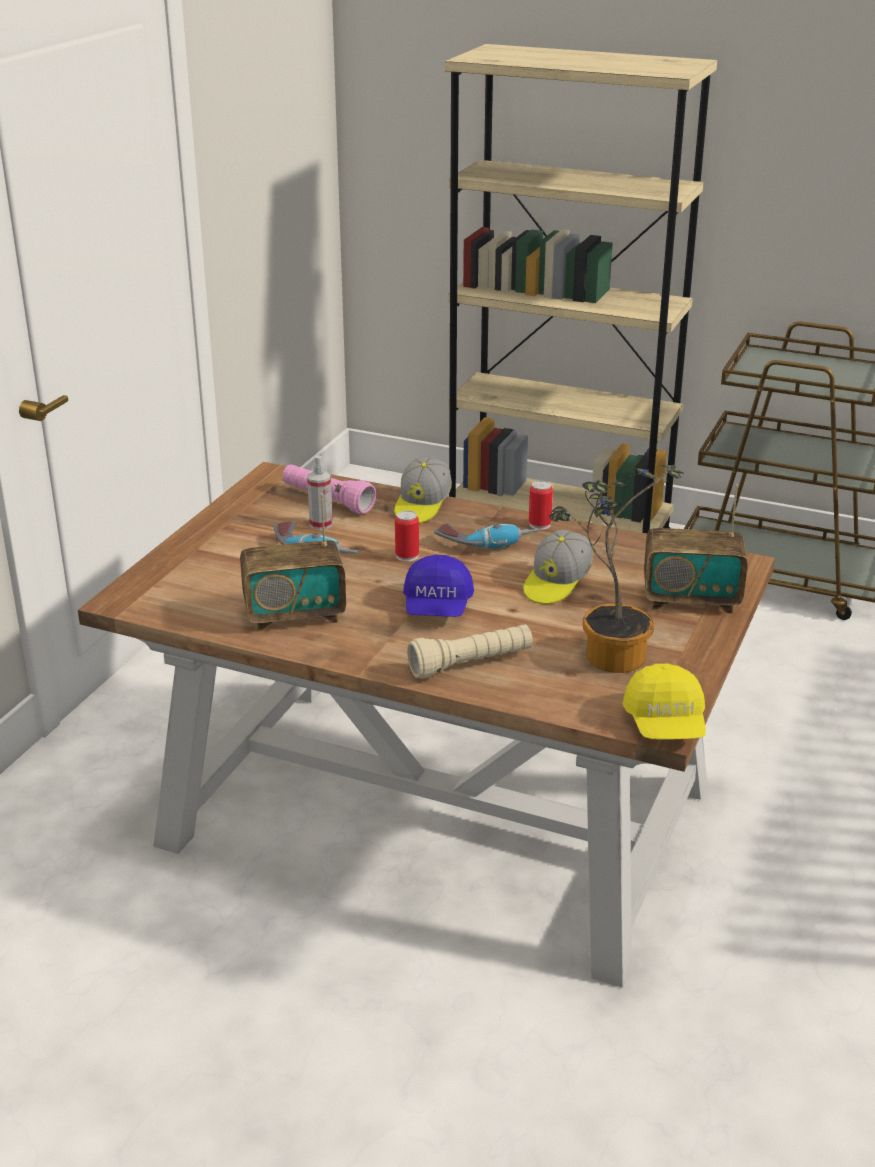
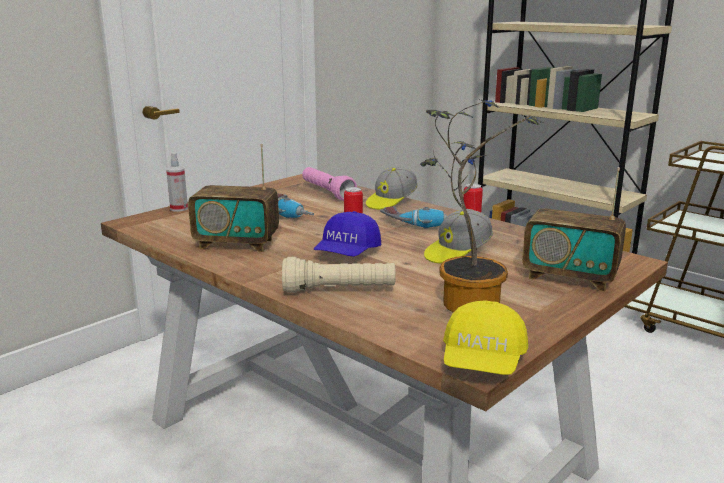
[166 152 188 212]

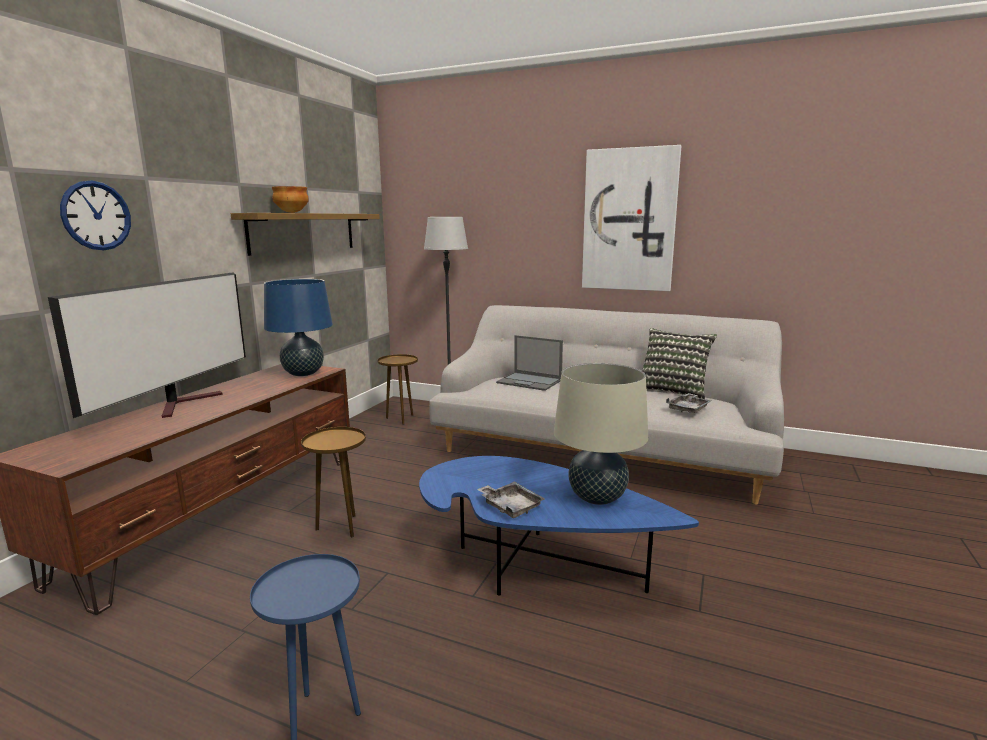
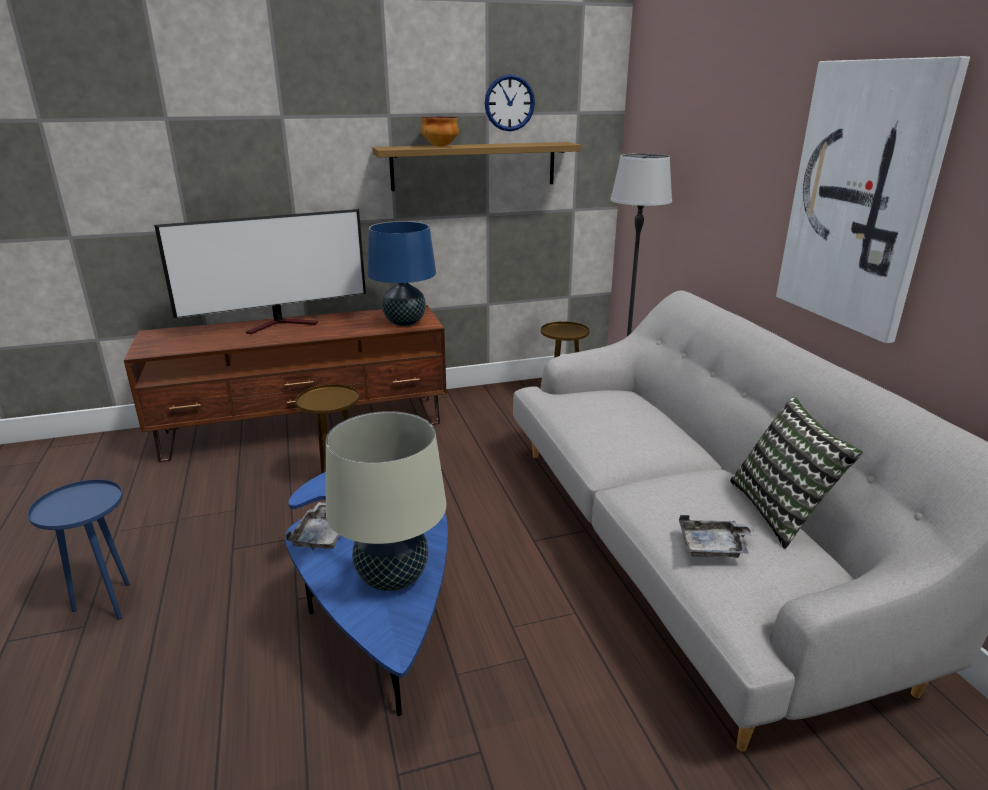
[496 335 563 391] (first image)
[485 74 535 131]

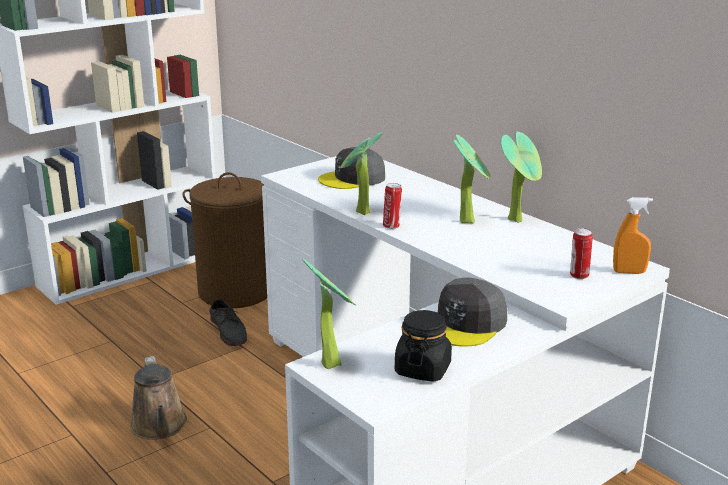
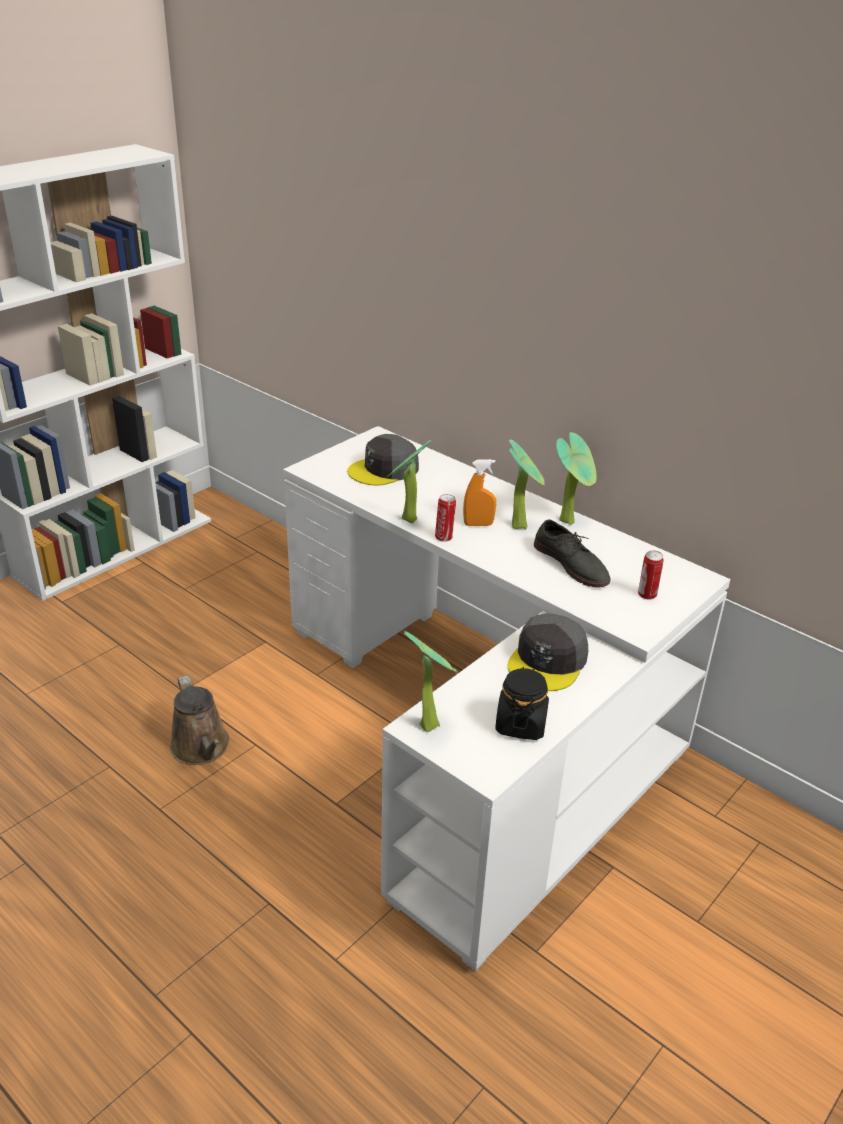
[183 172 267 308] (first image)
[534 519 611 588]
[463 459 496 526]

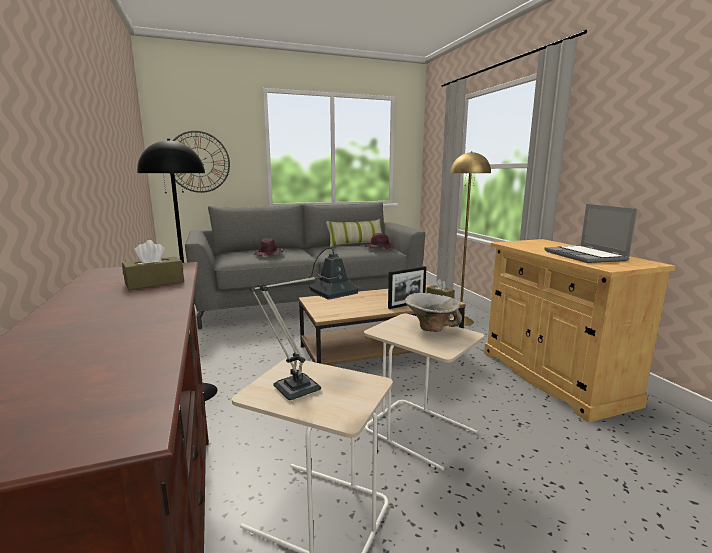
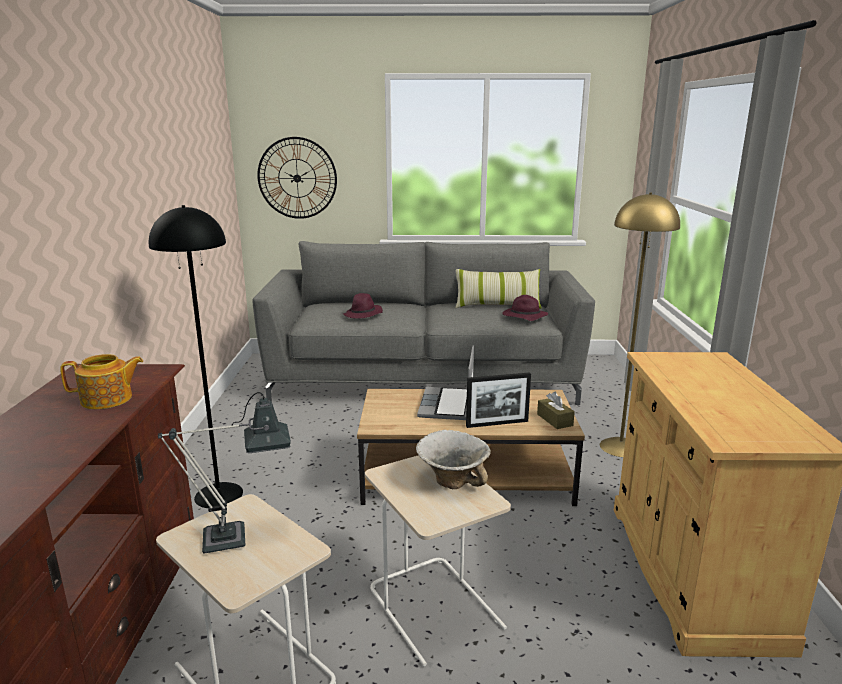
[417 345 474 420]
[60 354 143 409]

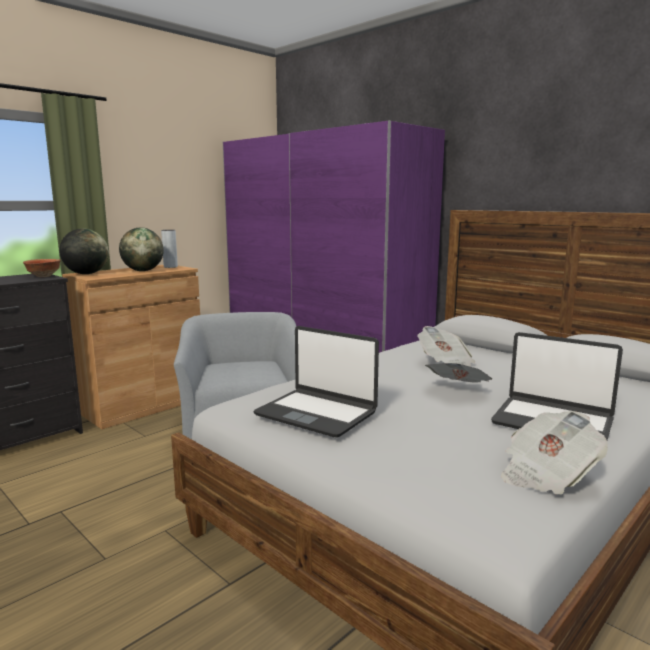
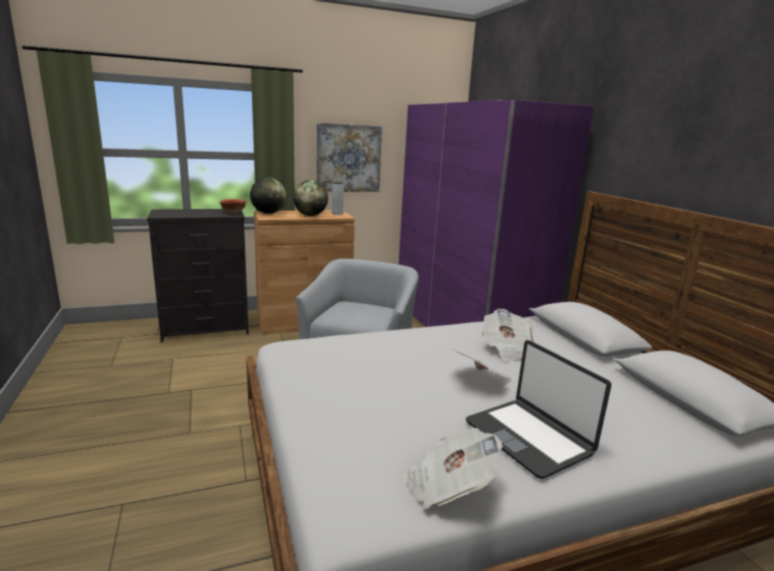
[253 326 379 437] (first image)
[317 123 382 192]

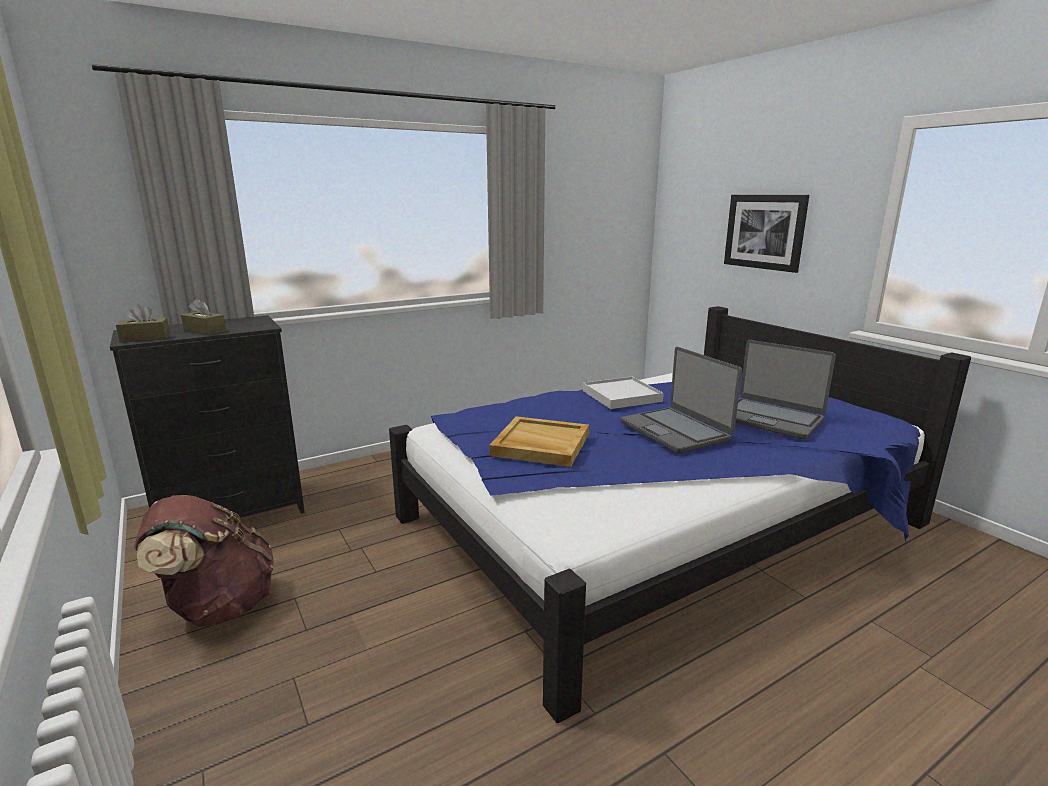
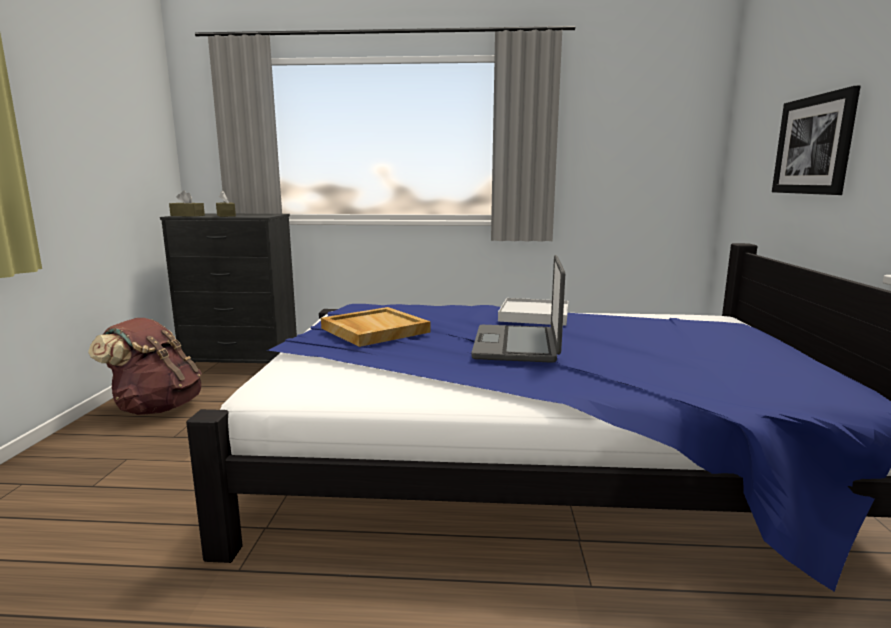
[736 340 836 439] (first image)

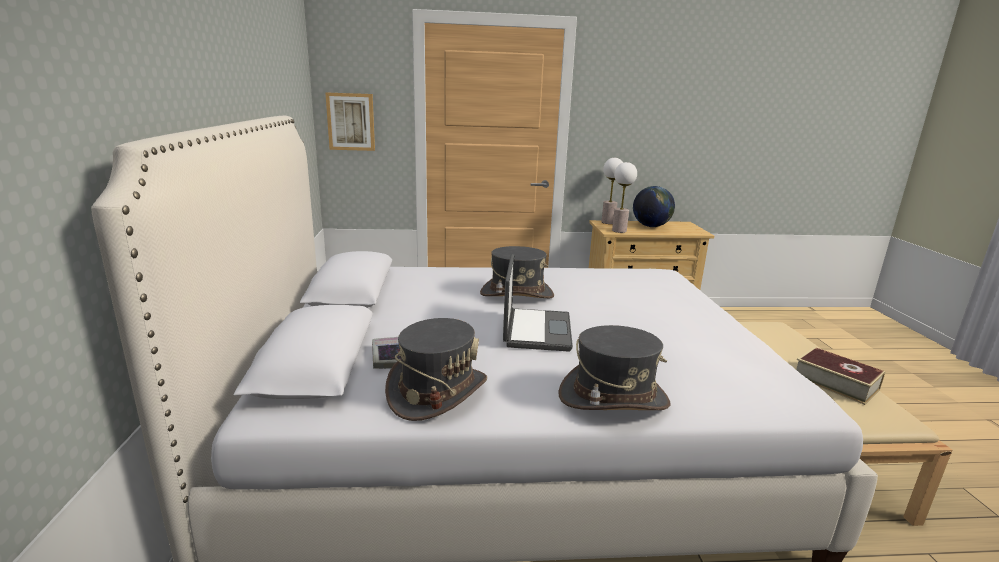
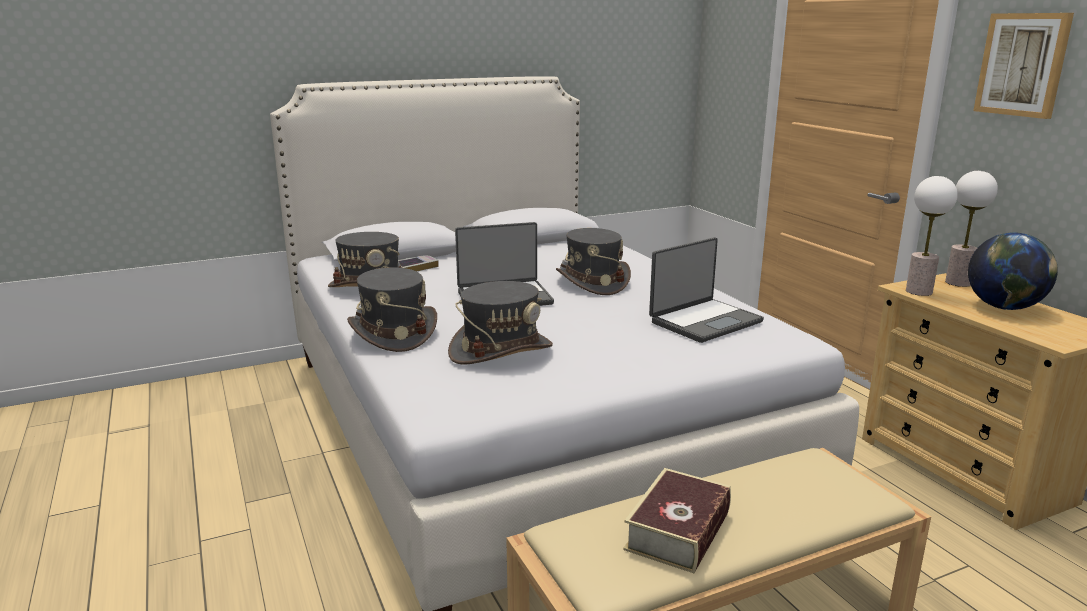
[448 281 553 365]
[649 237 764 343]
[973 13 1074 119]

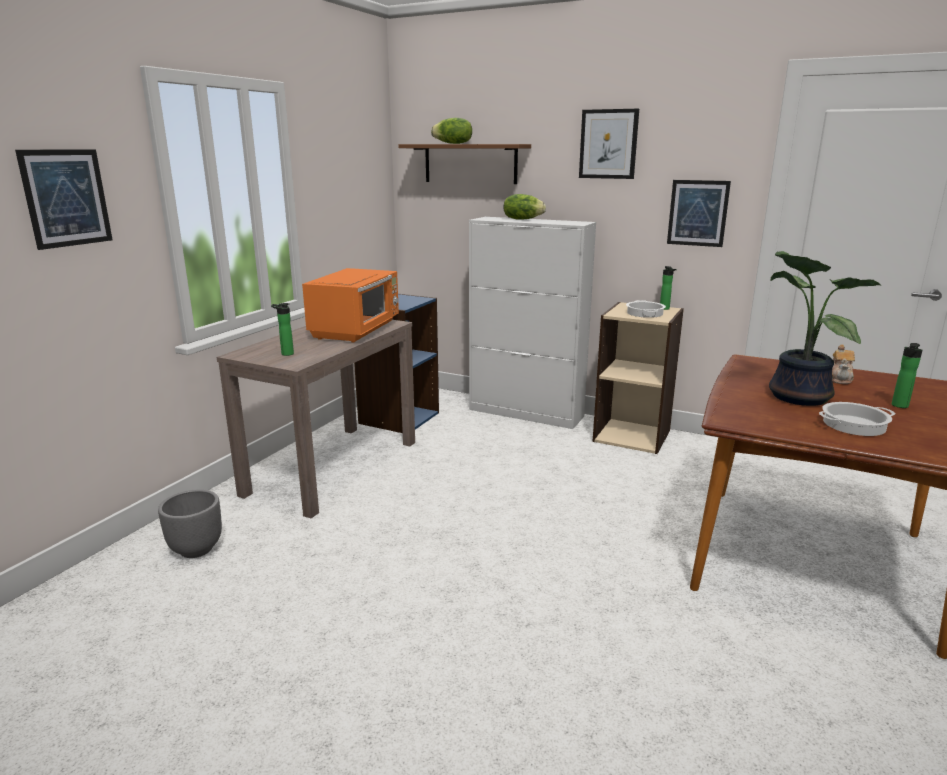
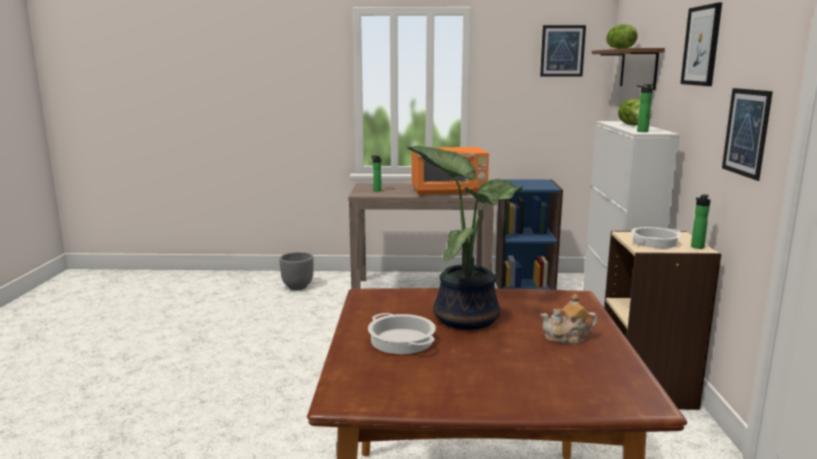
[540 25 586 76]
[637 84 654 132]

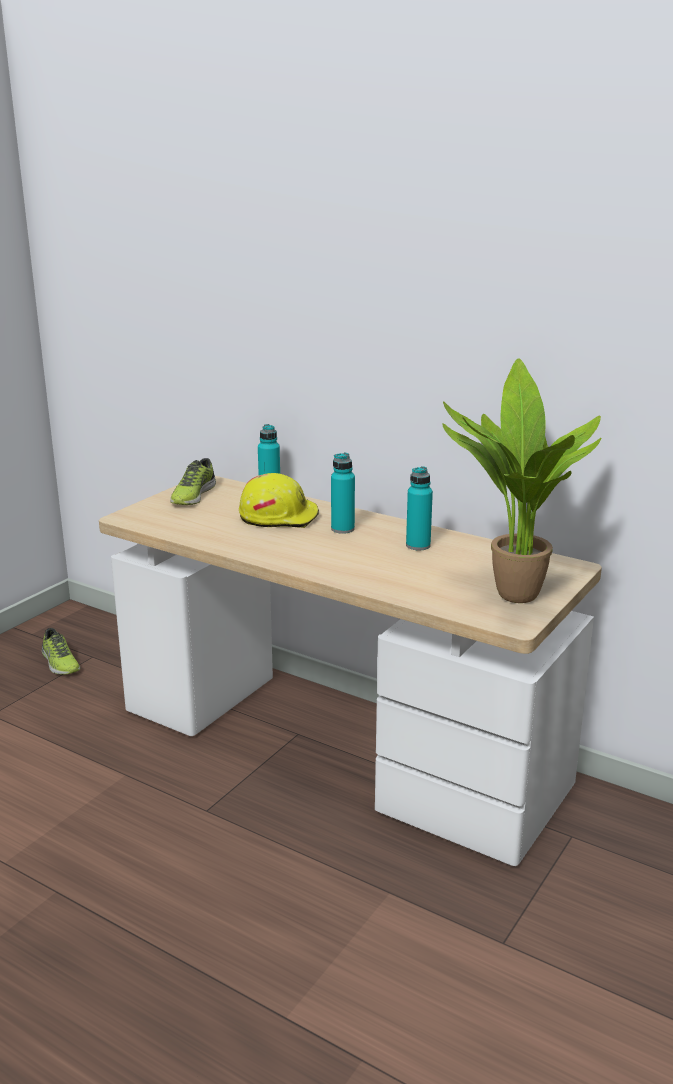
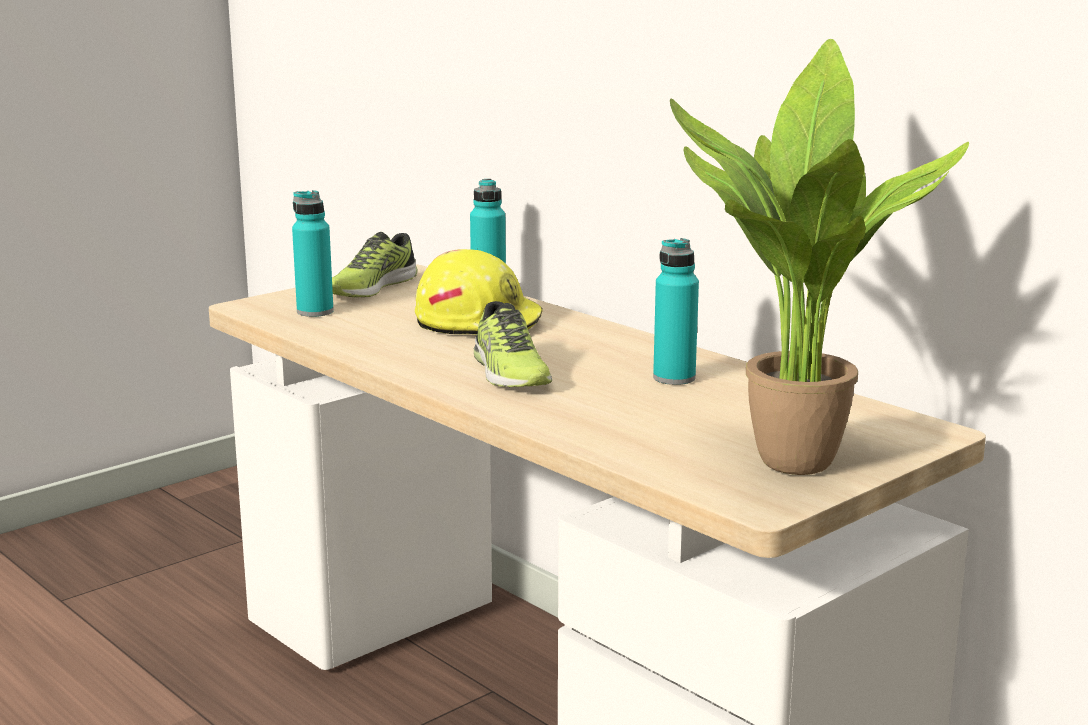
[474 301 552 387]
[292 190 334 317]

